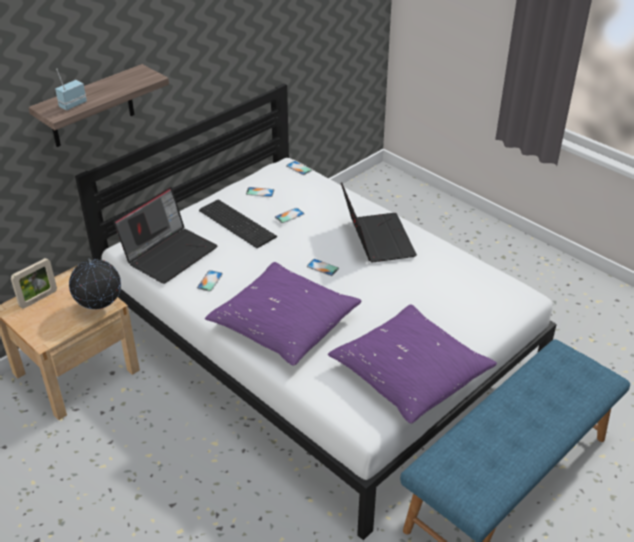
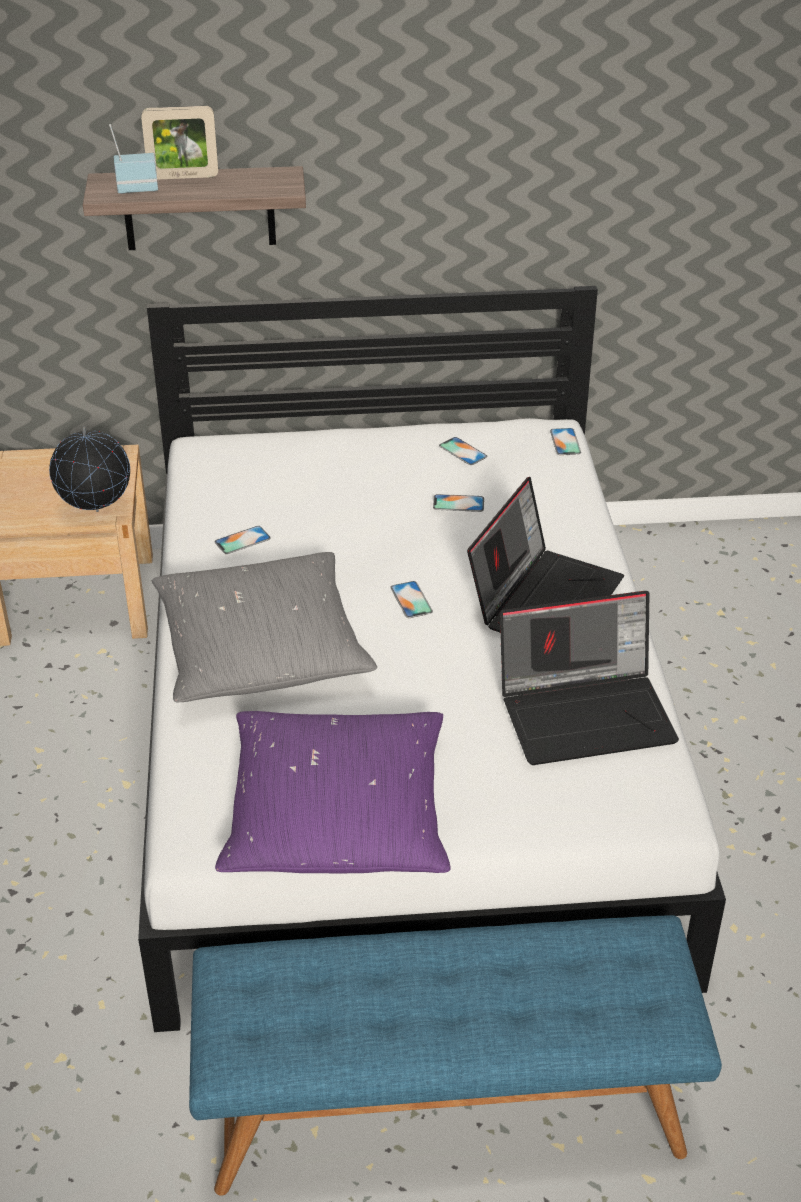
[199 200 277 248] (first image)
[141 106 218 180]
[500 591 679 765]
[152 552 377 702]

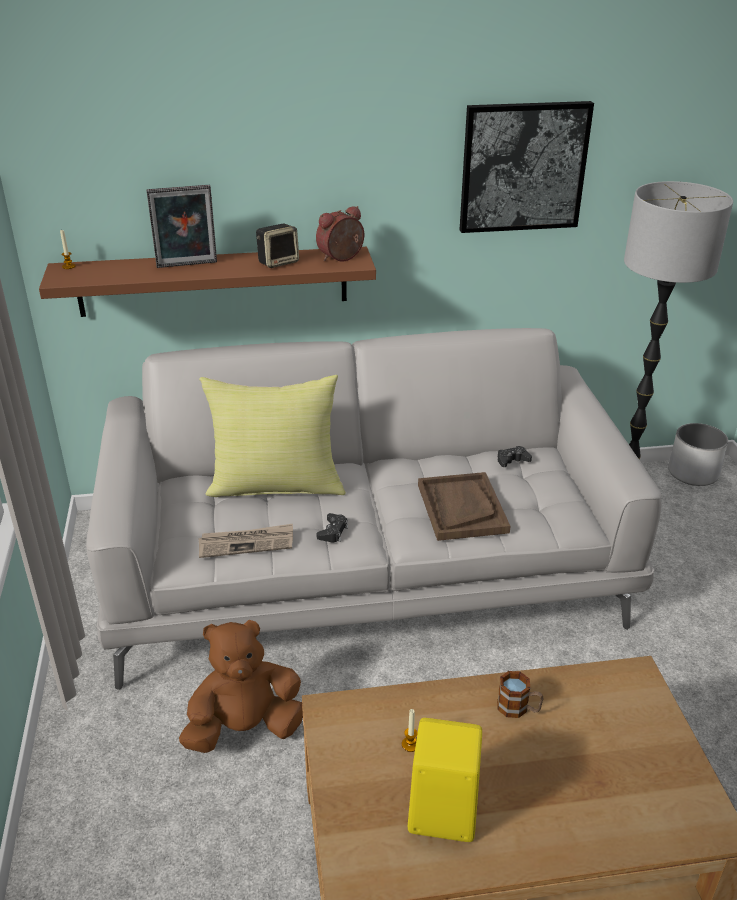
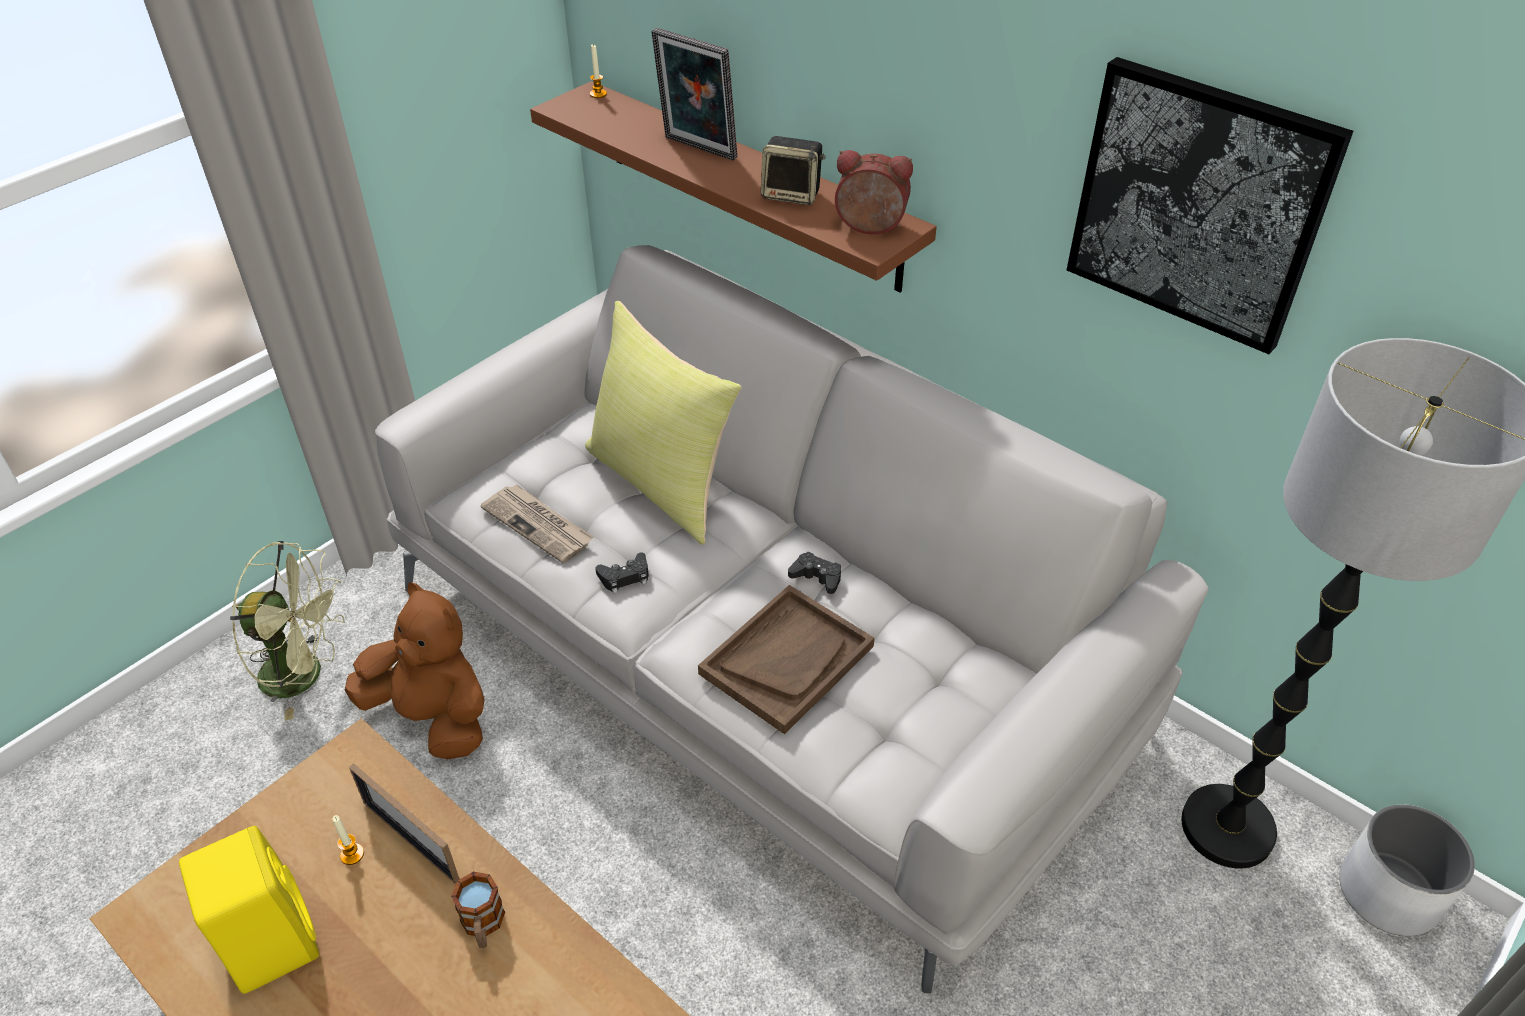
[230 541 345 720]
[349 764 460 884]
[788 552 841 594]

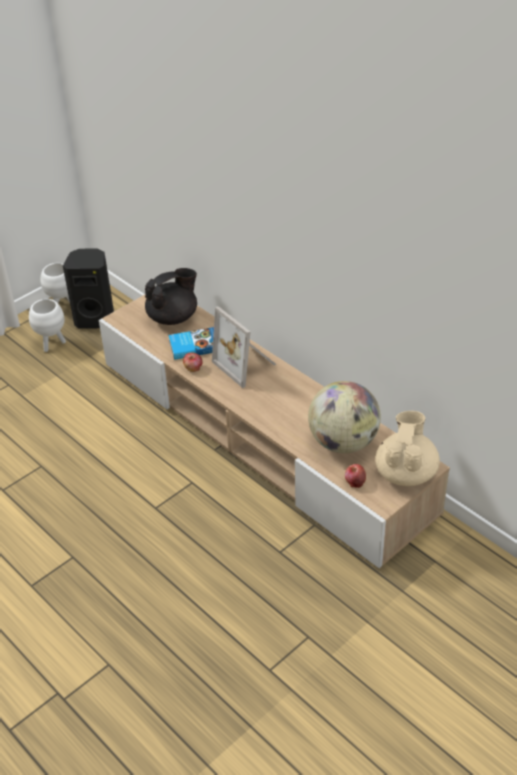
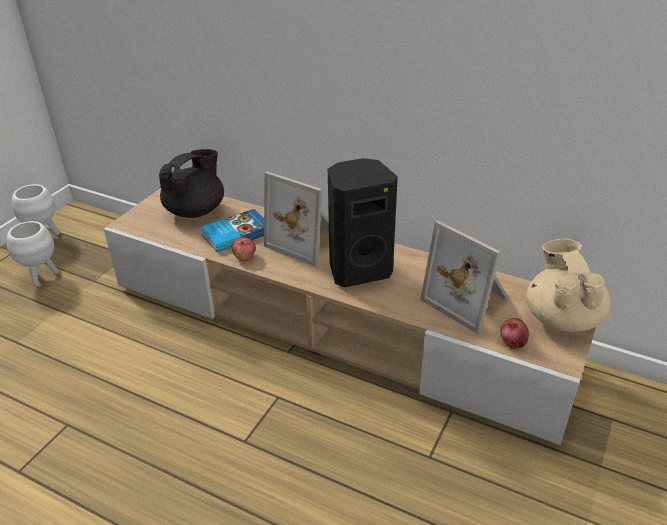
[328 158 398 287]
[420 220 509 334]

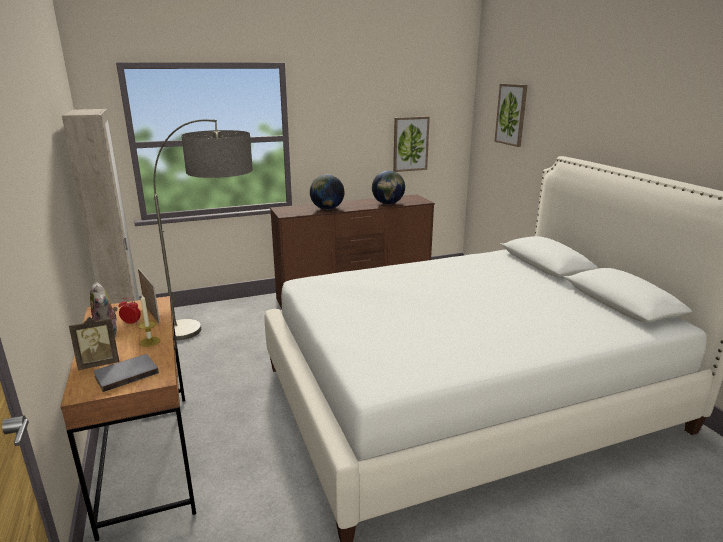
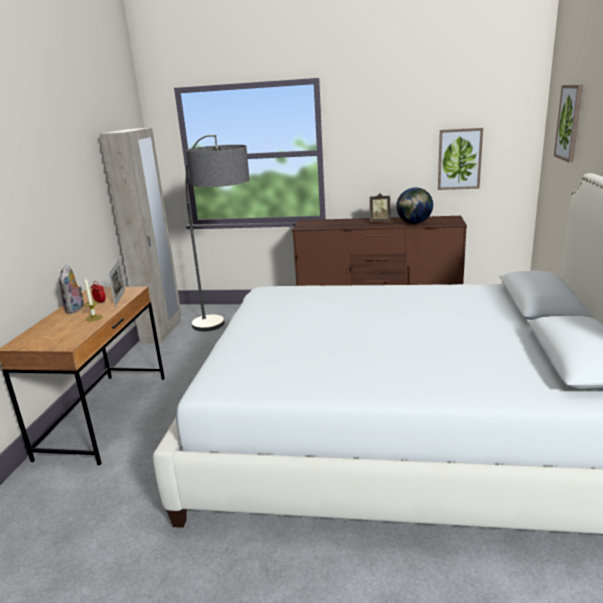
[93 354 159 392] (first image)
[310 175 344 210] (first image)
[370 193 391 222]

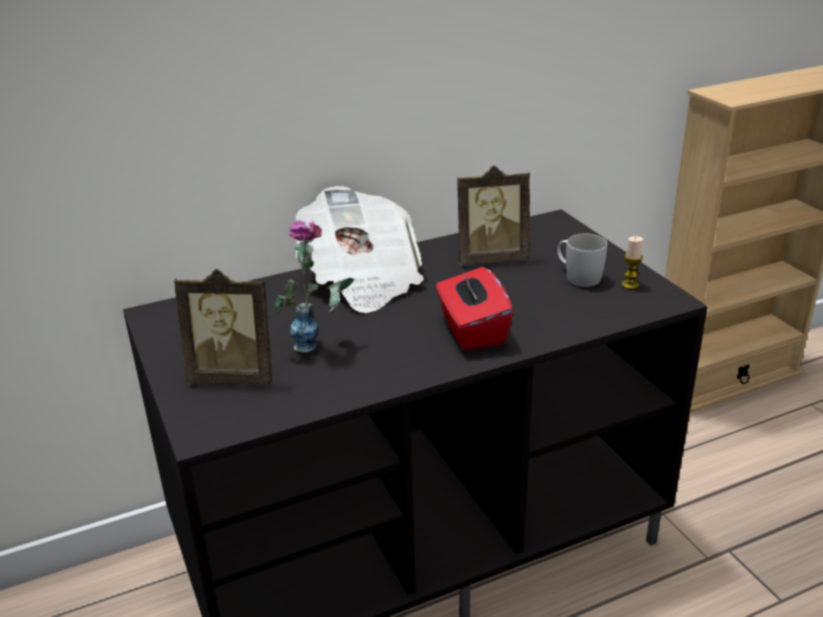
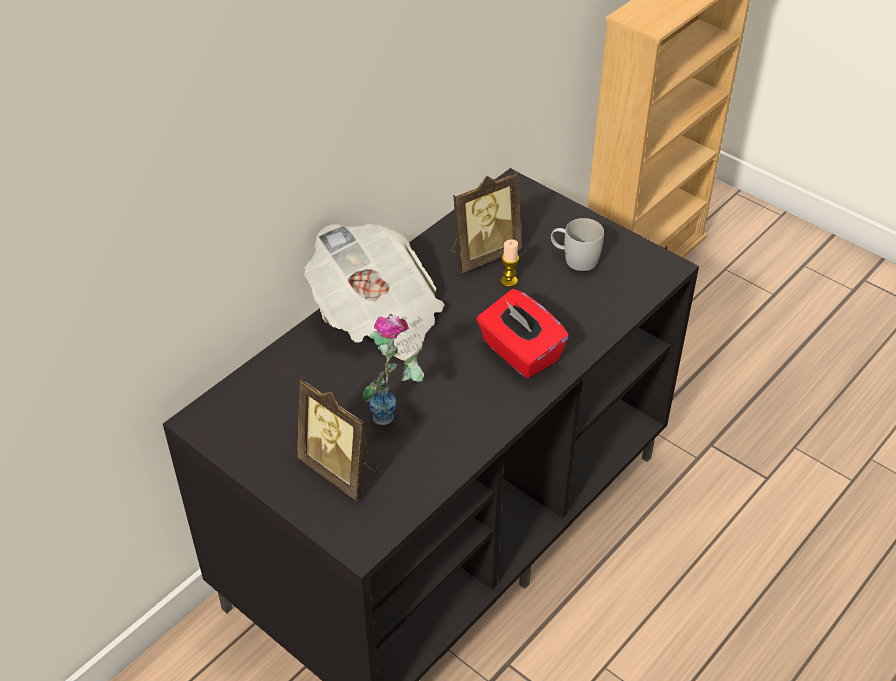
[501 239 519 287]
[297 378 379 501]

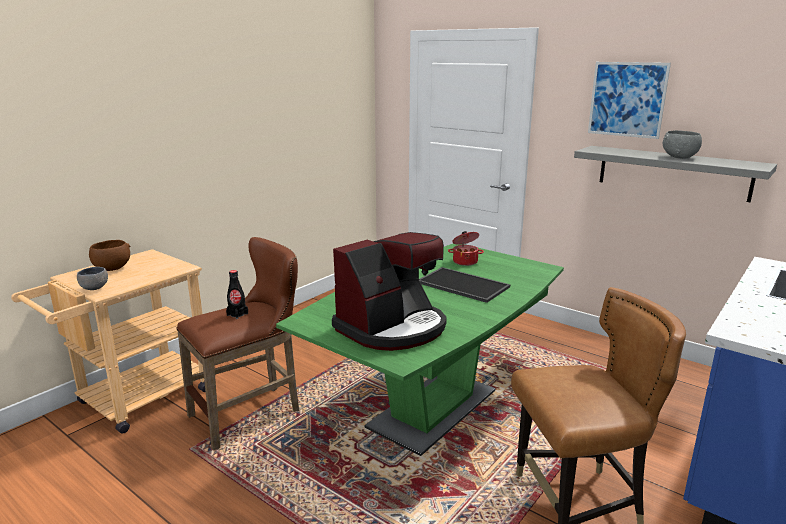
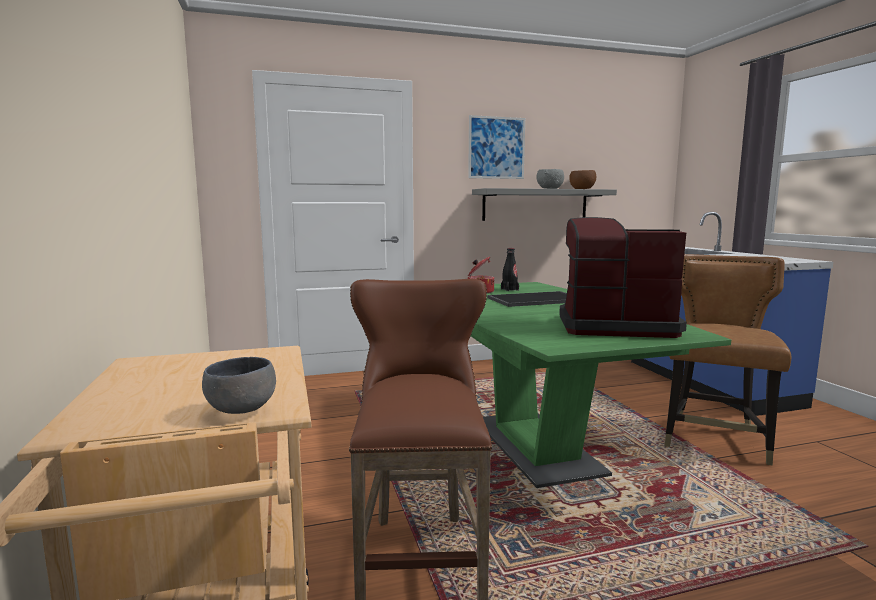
[569 170 596 189]
[501 248 519 291]
[559 217 687 338]

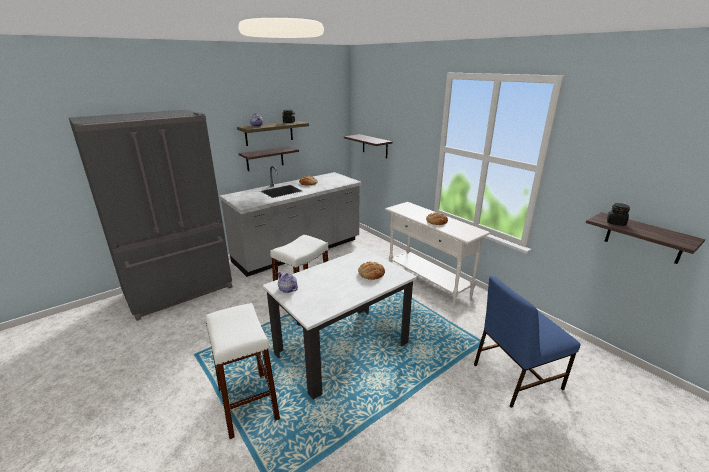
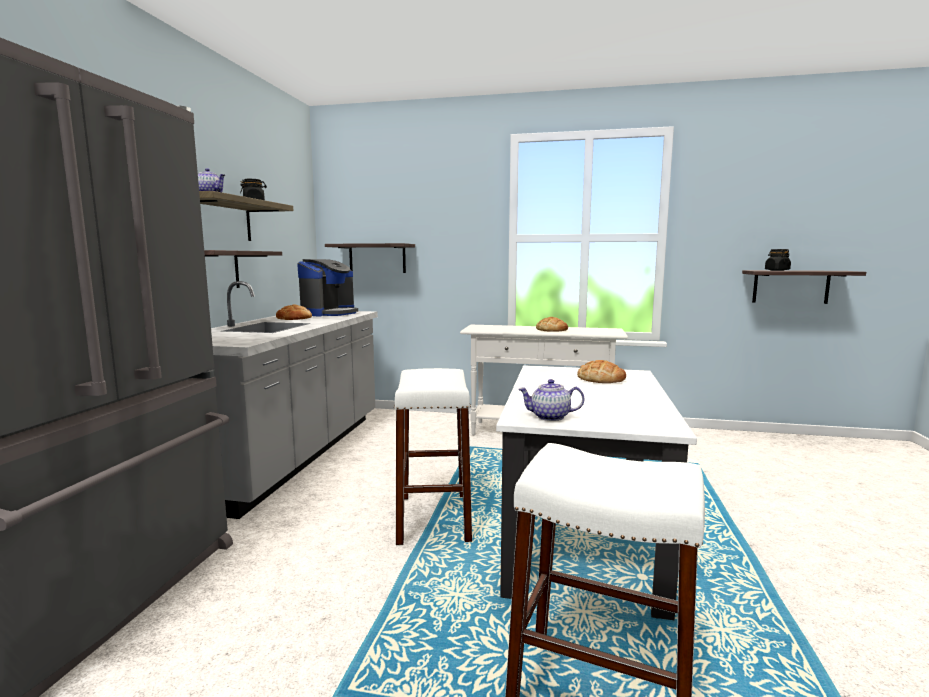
[474 275 581 408] (first image)
[297 259 358 317]

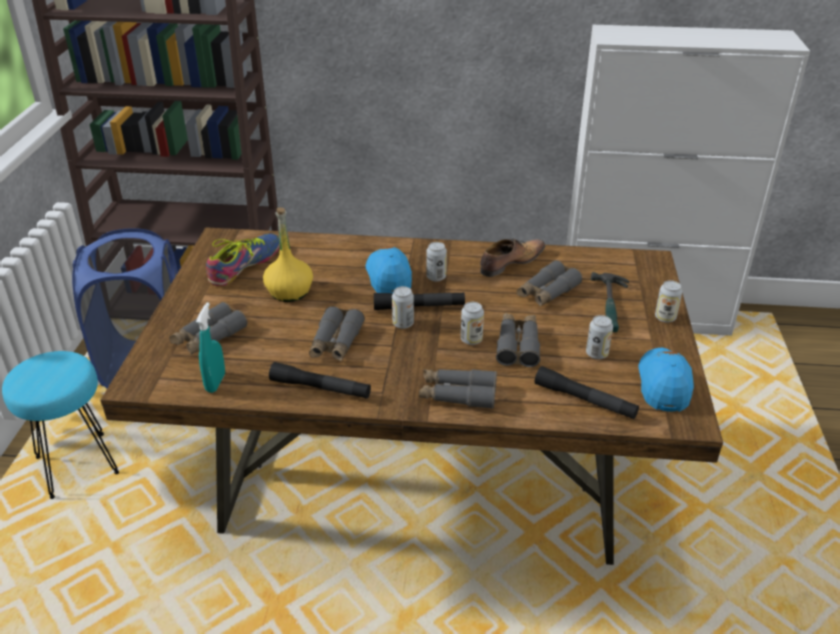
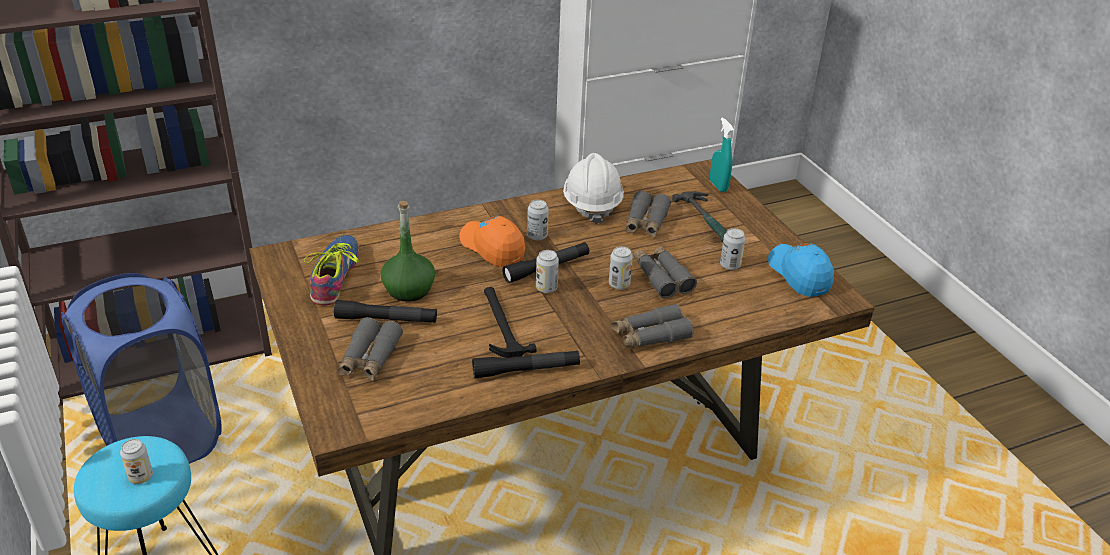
[710 117 734 192]
[334 300 437 323]
[120 439 153 484]
[484 287 537 358]
[563 153 624 224]
[381 201 435 302]
[459 216 526 267]

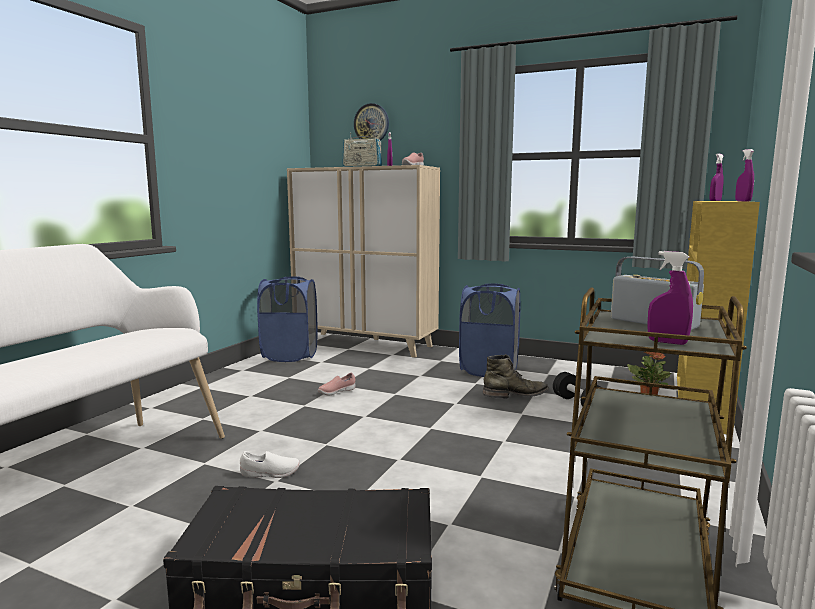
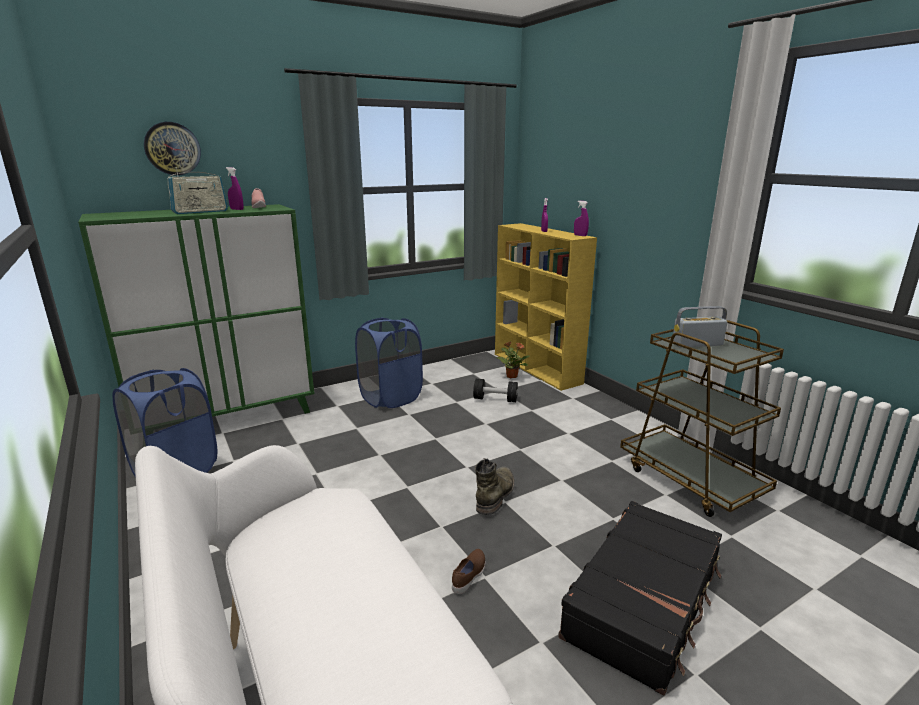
[318 373 355 395] (first image)
[647 251 693 345] (first image)
[475 458 515 515]
[452 549 485 594]
[78 204 315 417]

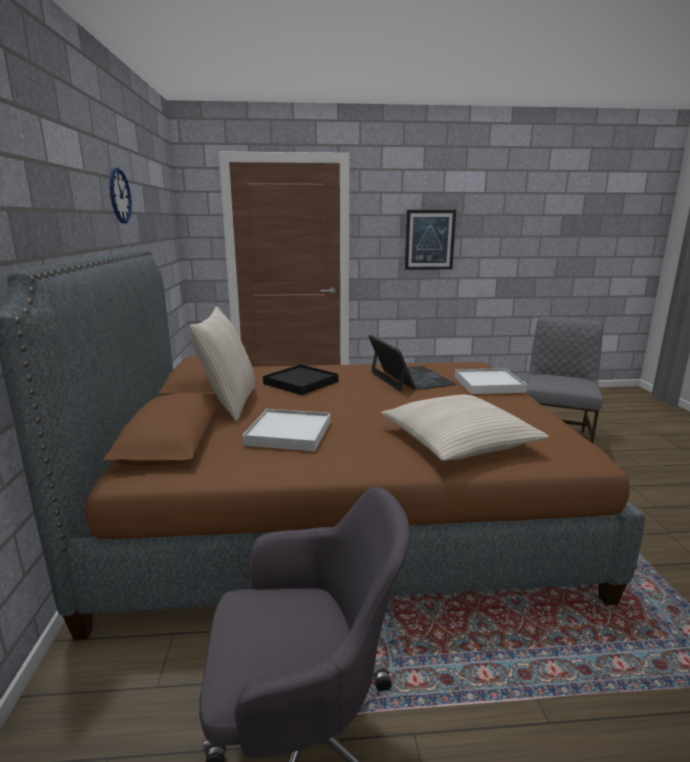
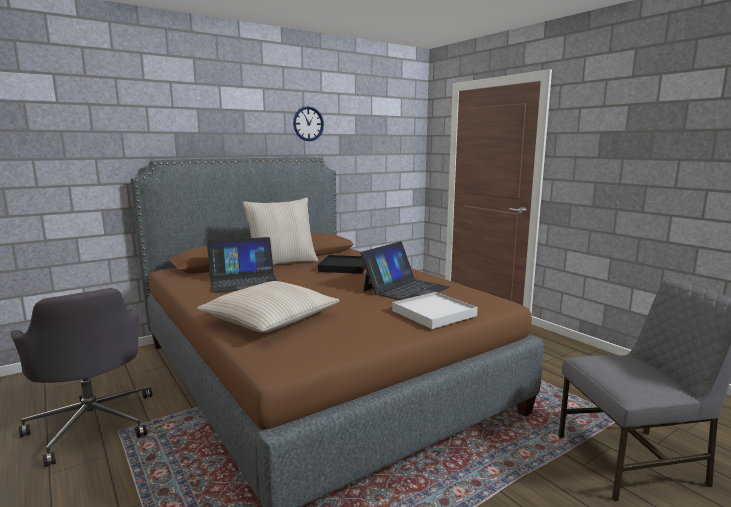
[405 210 456 270] (first image)
[207 237 278 293]

